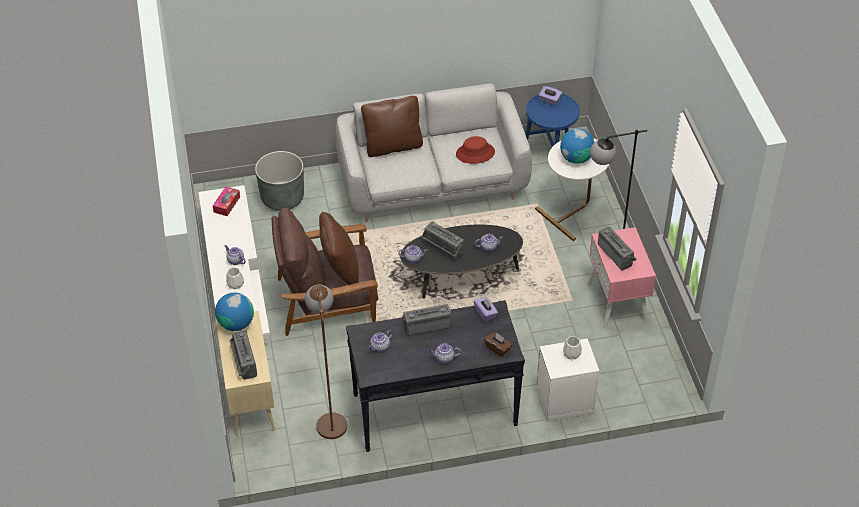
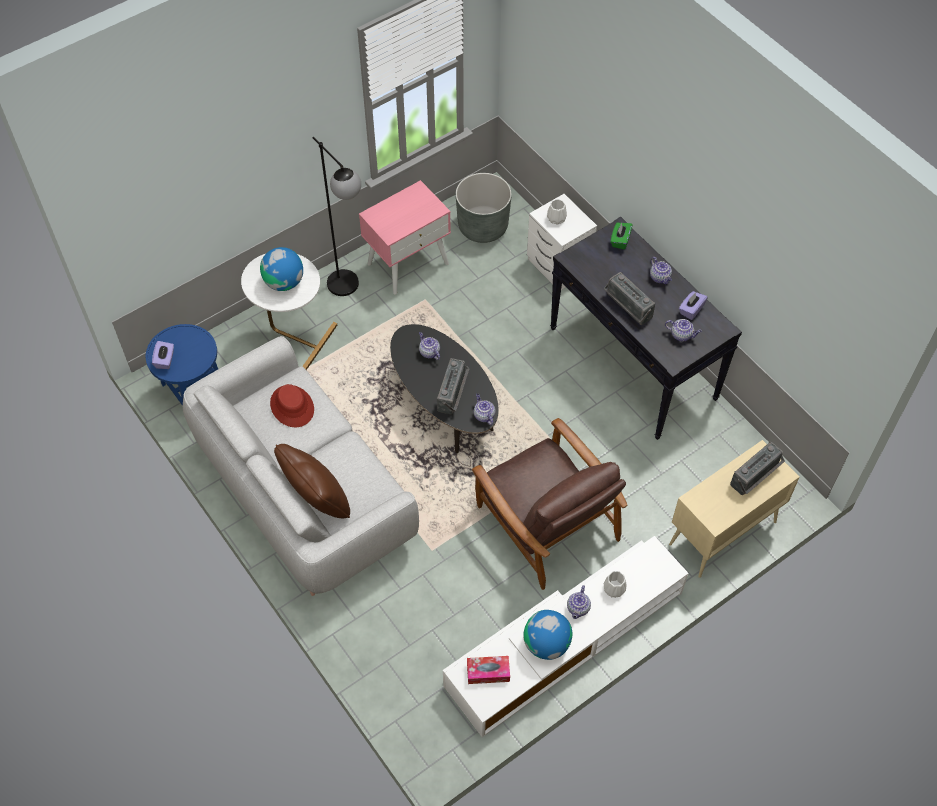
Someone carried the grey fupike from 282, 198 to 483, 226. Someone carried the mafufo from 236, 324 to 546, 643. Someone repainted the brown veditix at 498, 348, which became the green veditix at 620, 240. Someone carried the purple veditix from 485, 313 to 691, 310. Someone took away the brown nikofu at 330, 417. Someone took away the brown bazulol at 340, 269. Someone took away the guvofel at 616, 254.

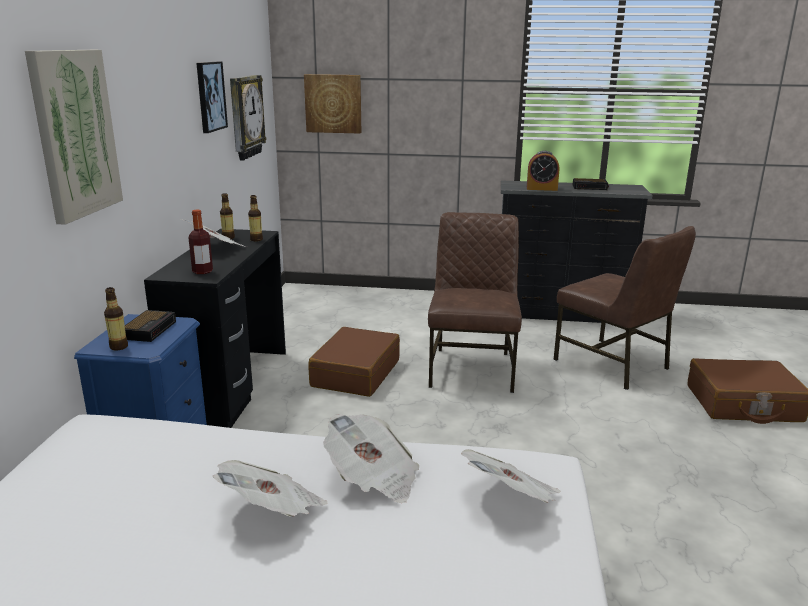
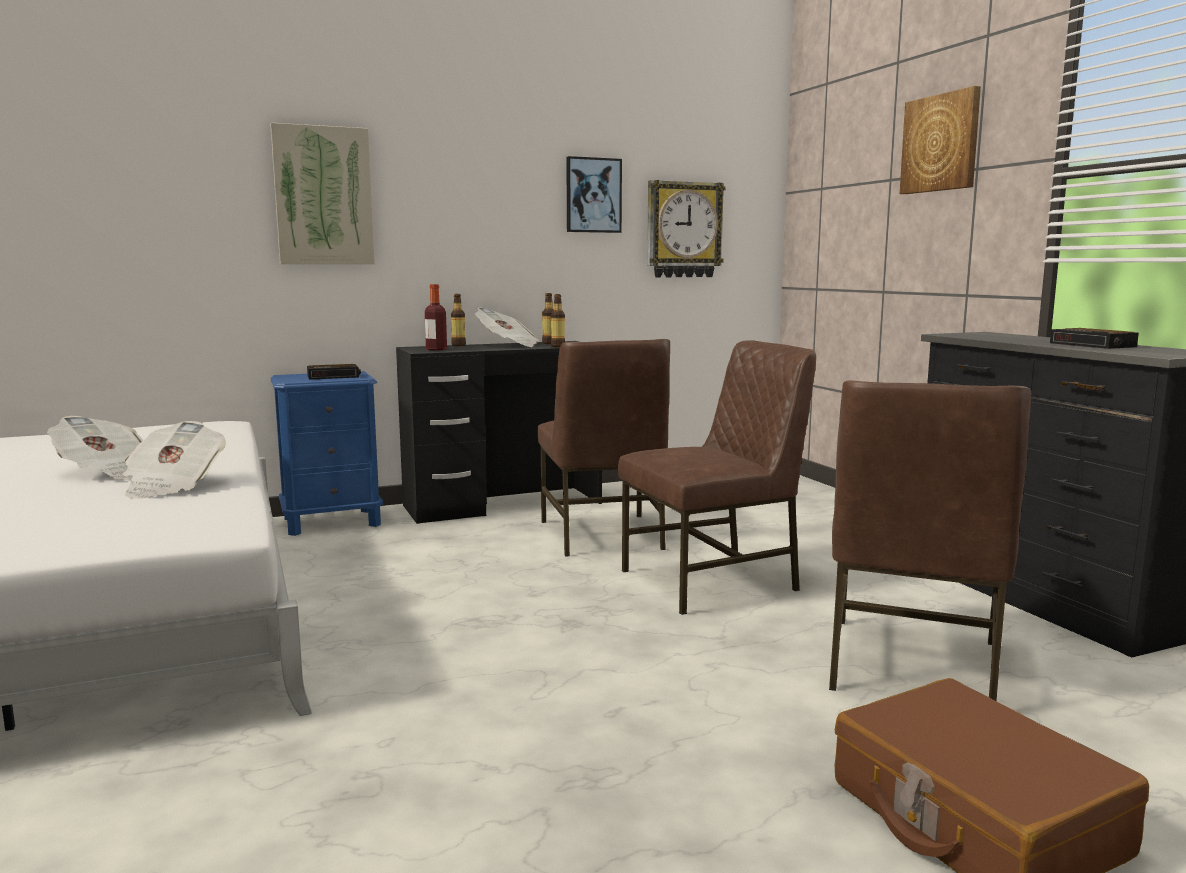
Someone carried the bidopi from 119, 347 to 458, 345. Someone swapped the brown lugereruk at 355, 373 for the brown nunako at 603, 535. Someone carried the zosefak from 333, 103 to 941, 143. Someone took away the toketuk at 511, 498. Someone took away the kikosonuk at 541, 189.

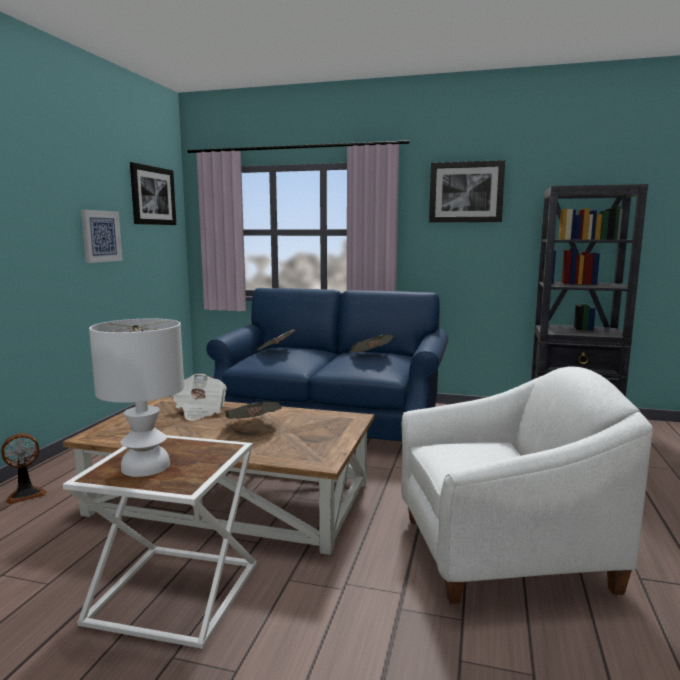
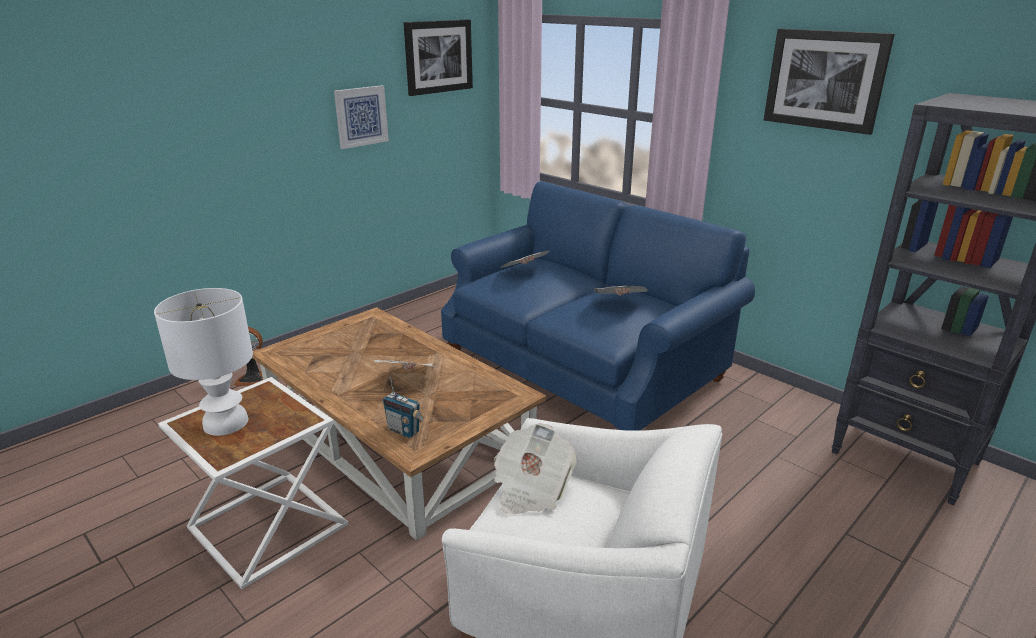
Someone put down the guvofel at 404, 430. Someone carried the toketuk from 200, 411 to 531, 488.

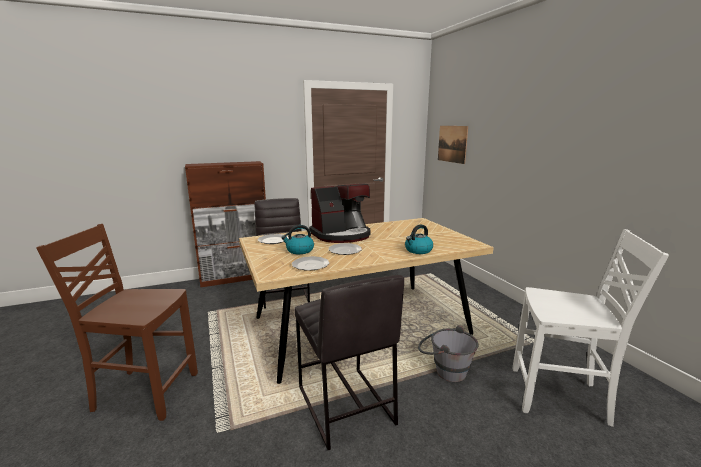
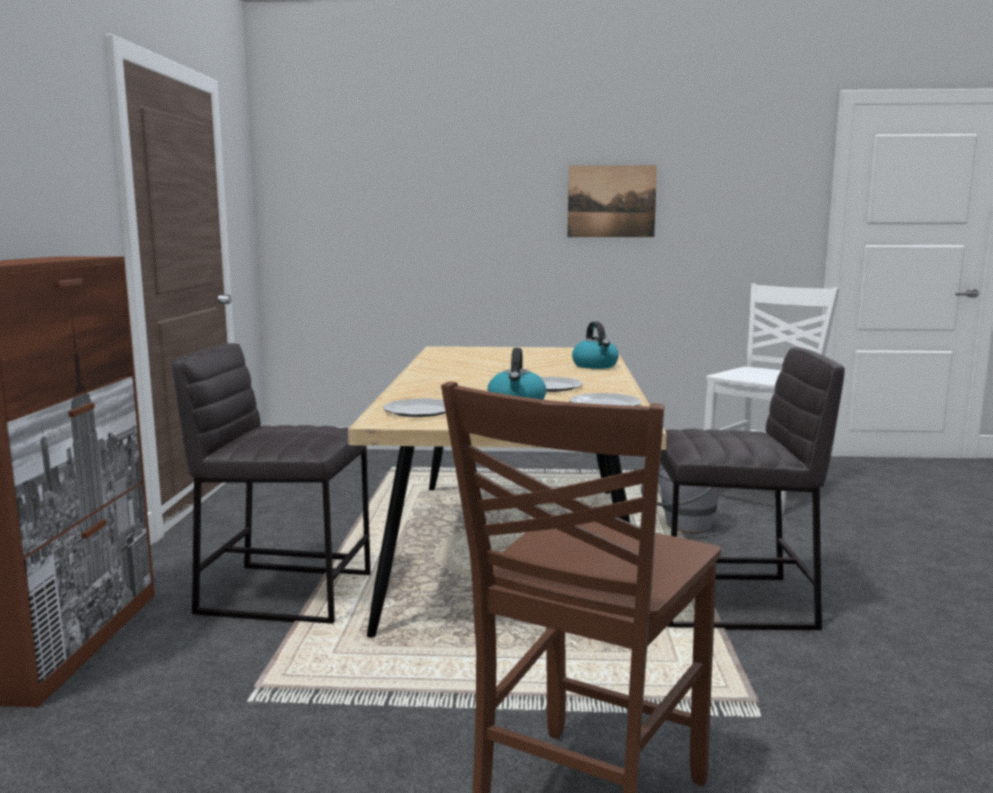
Someone carried the zosefak from 452, 144 to 611, 201. Someone took away the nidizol at 341, 235.

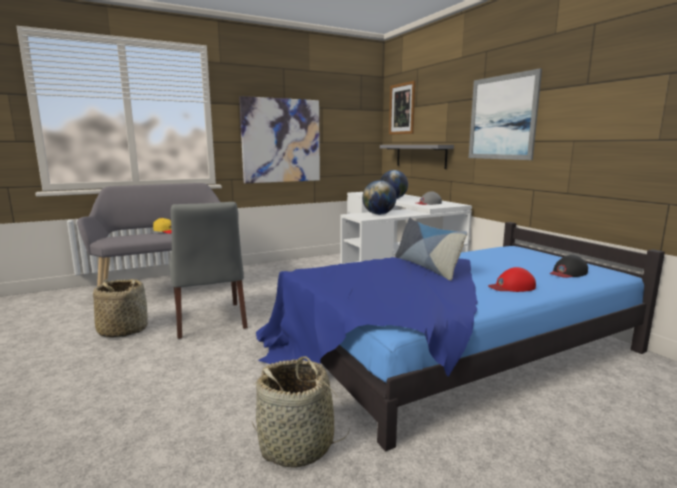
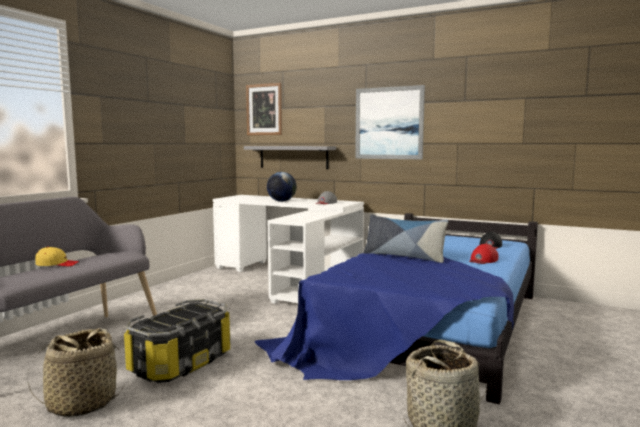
Someone swapped the grey nunako at 210, 321 for the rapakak at 181, 363. Someone took away the zosefak at 281, 141. Someone took away the mafufo at 379, 214.

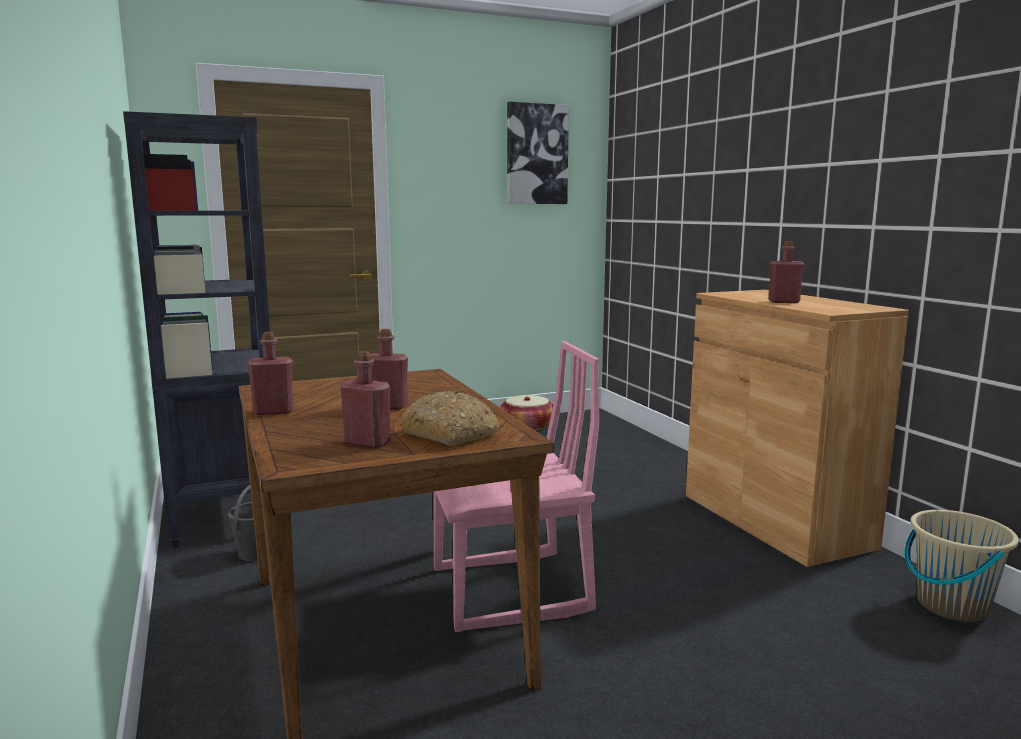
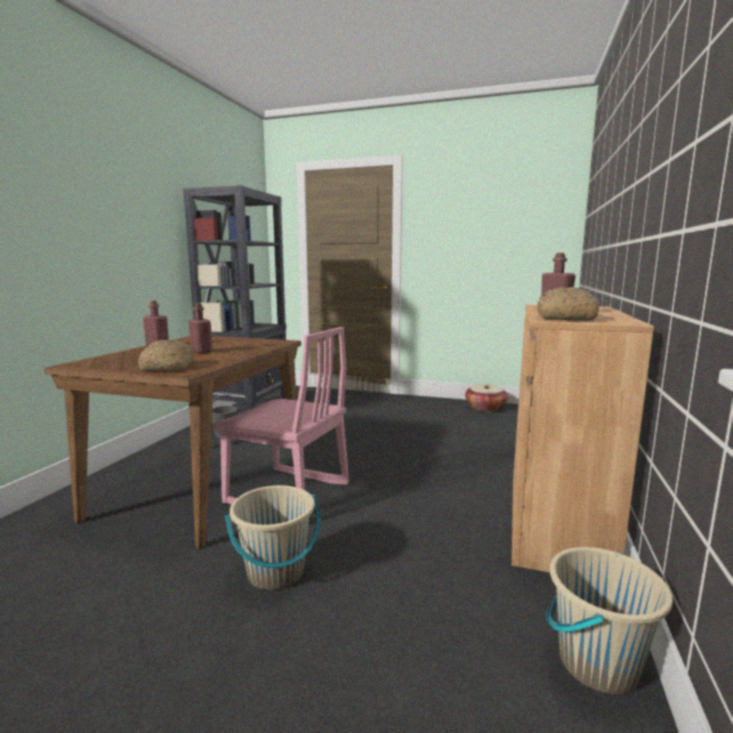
Someone put down the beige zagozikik at 276, 573. Someone put down the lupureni at 564, 318. Someone took away the red bidopi at 367, 443. Someone took away the zosefak at 536, 154.

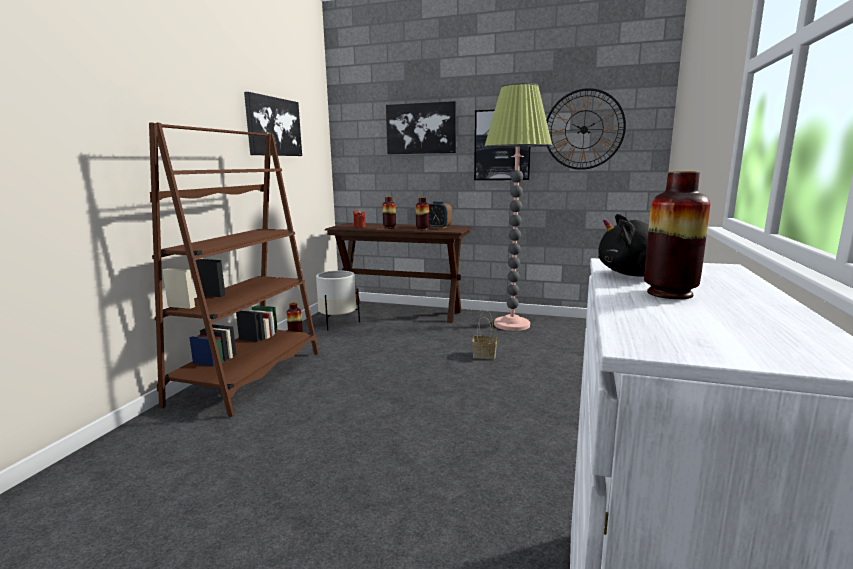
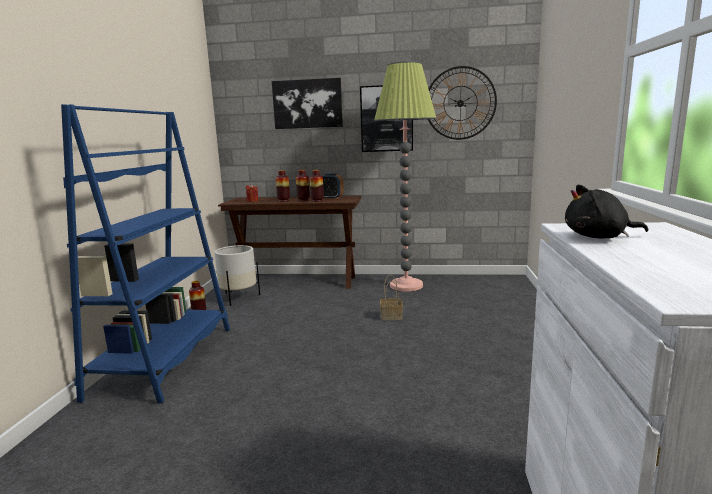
Someone repainted the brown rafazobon at 249, 377, which became the blue rafazobon at 165, 361. Someone carried the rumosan from 669, 293 to 303, 200. Someone took away the zosefak at 273, 127.

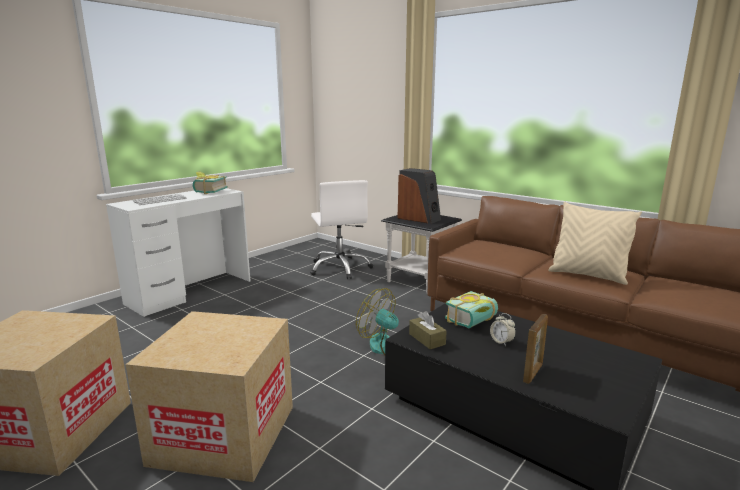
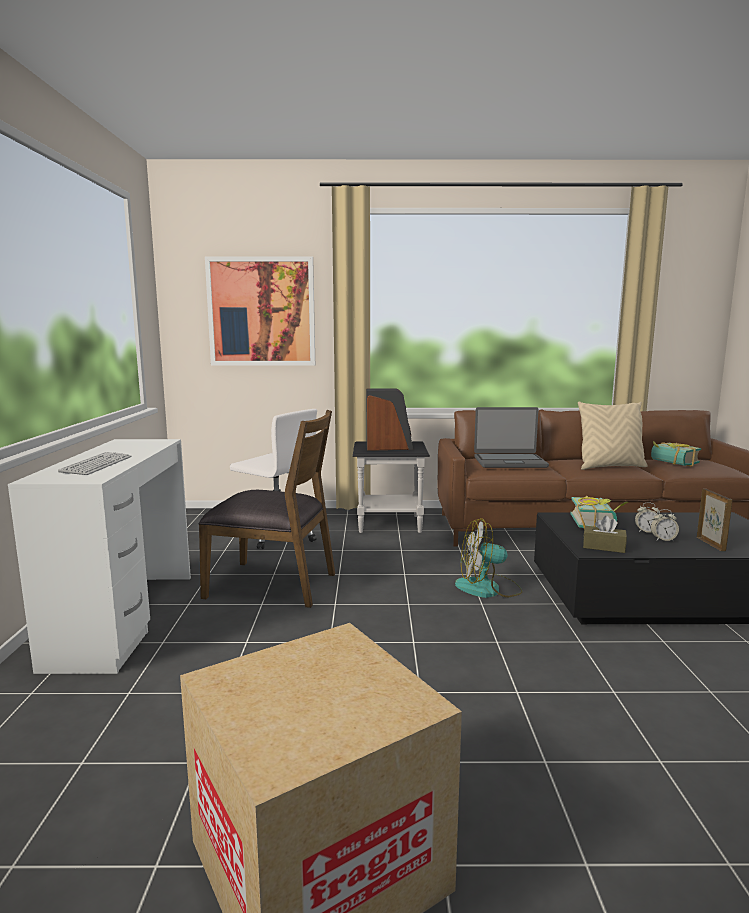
Someone put down the brown nunako at 273, 584. Someone put up the zosefak at 261, 312. Someone put down the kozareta at 509, 462. Someone carried the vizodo from 208, 191 to 671, 464. Someone put down the kikosonuk at 663, 539. Someone took away the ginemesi at 224, 434.

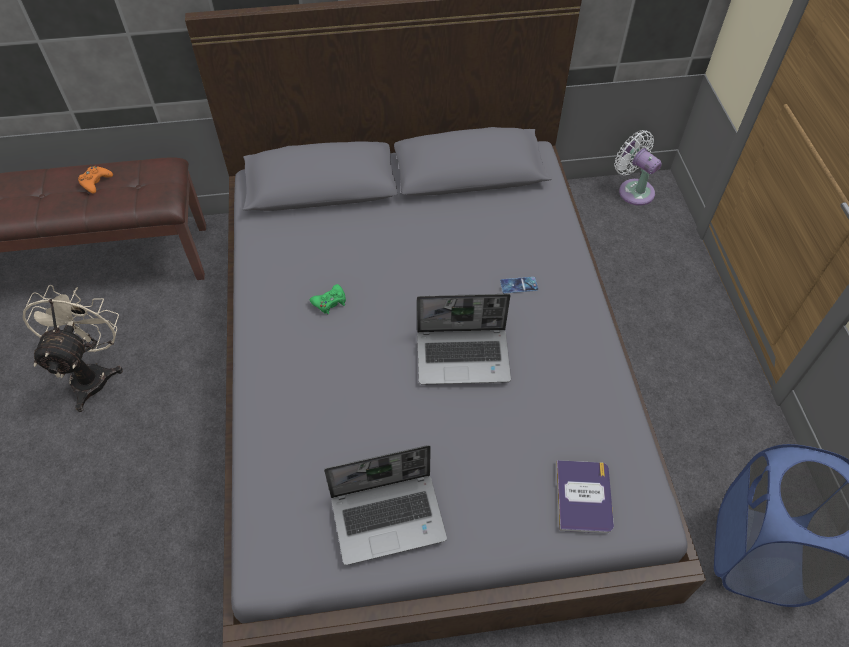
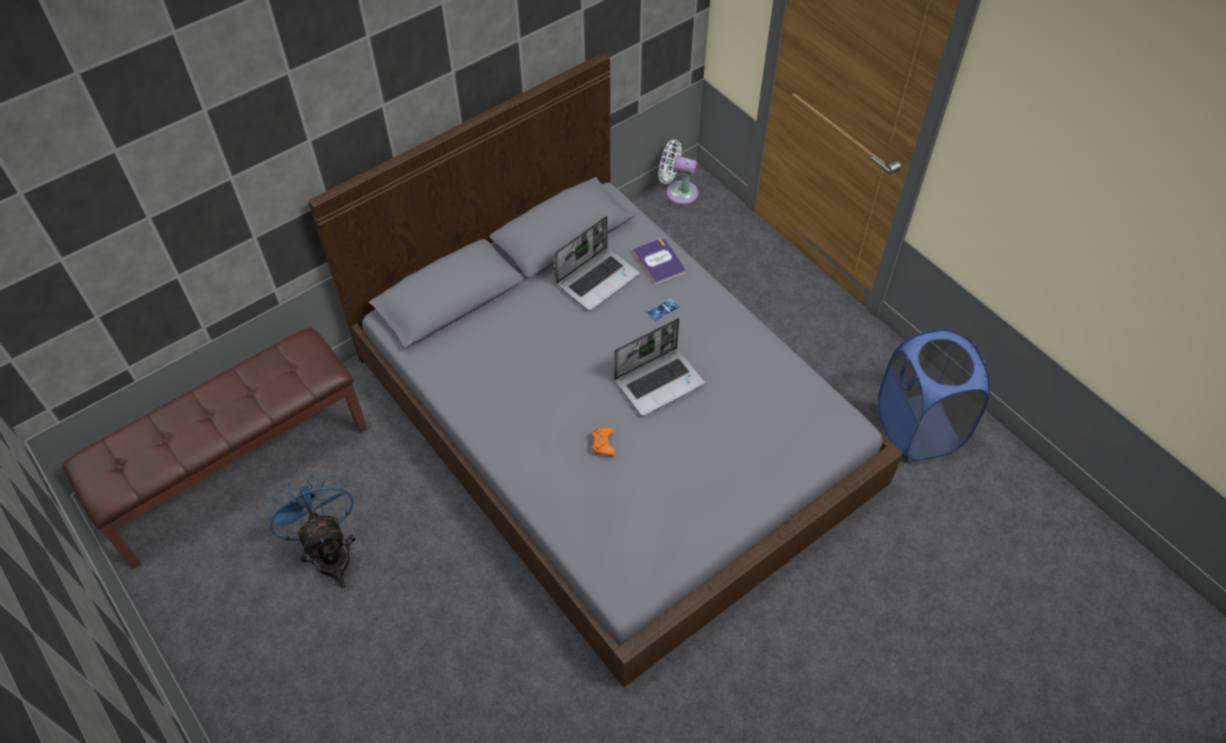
Someone repainted the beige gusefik at 93, 373, which became the blue gusefik at 330, 552. Someone carried the kozareta from 389, 517 to 598, 279. Someone carried the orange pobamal from 96, 182 to 603, 444. Someone carried the vizodo from 584, 497 to 659, 261. Someone took away the green pobamal at 330, 302.

